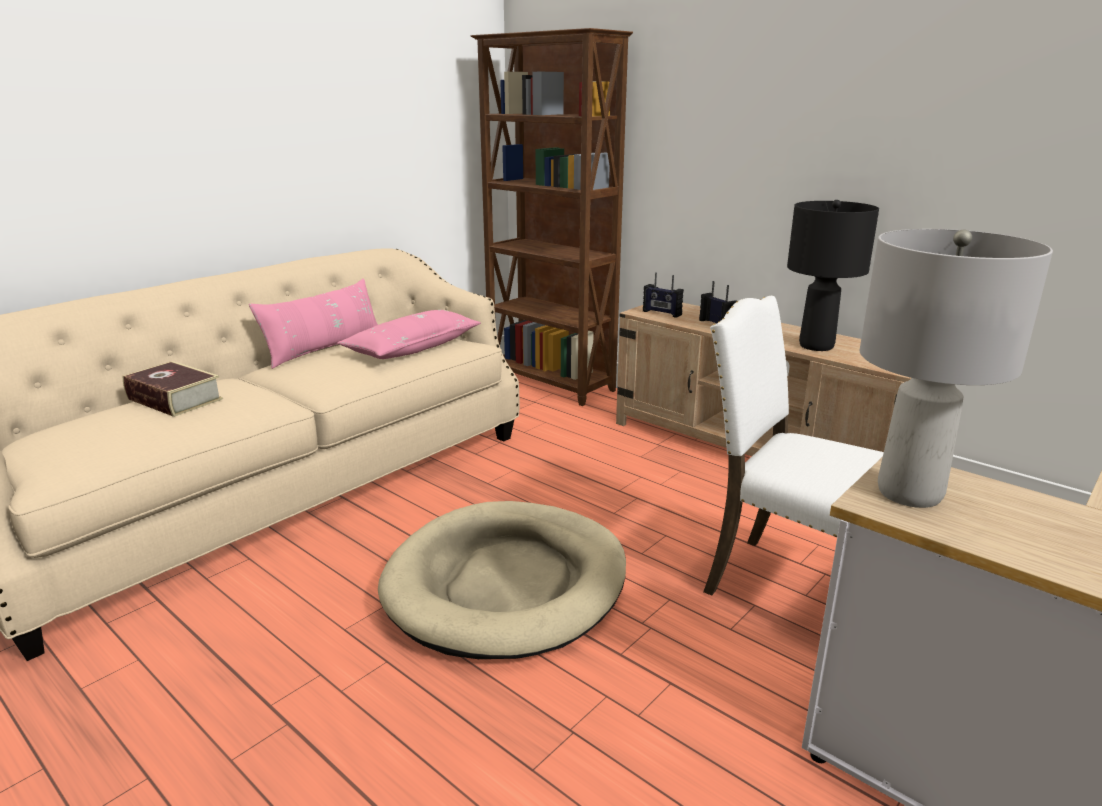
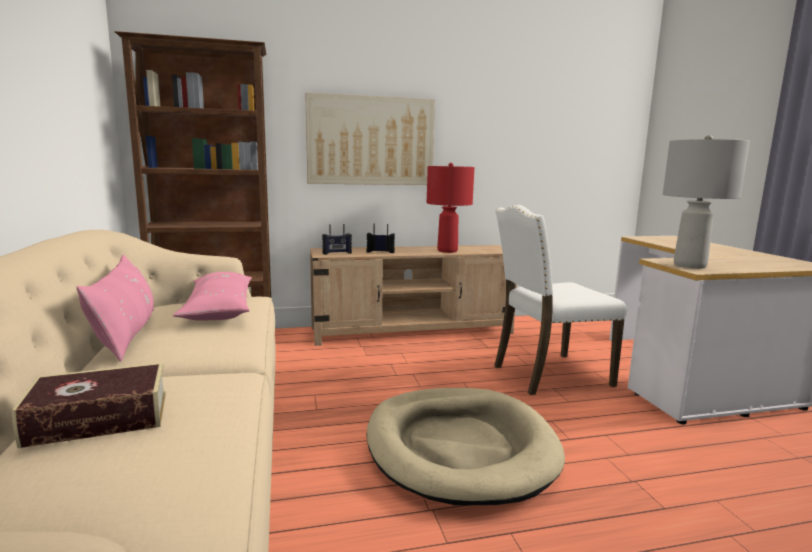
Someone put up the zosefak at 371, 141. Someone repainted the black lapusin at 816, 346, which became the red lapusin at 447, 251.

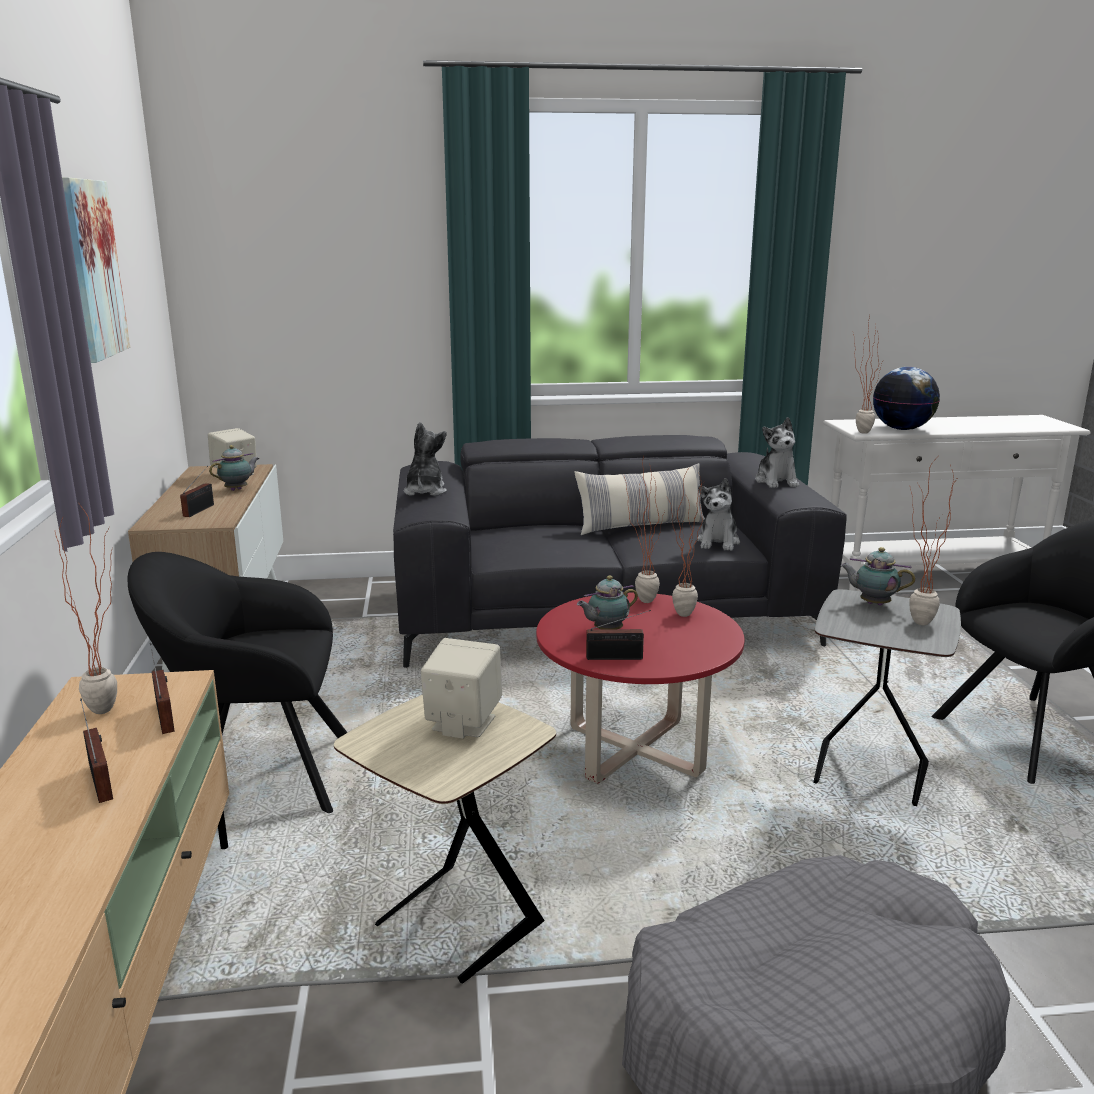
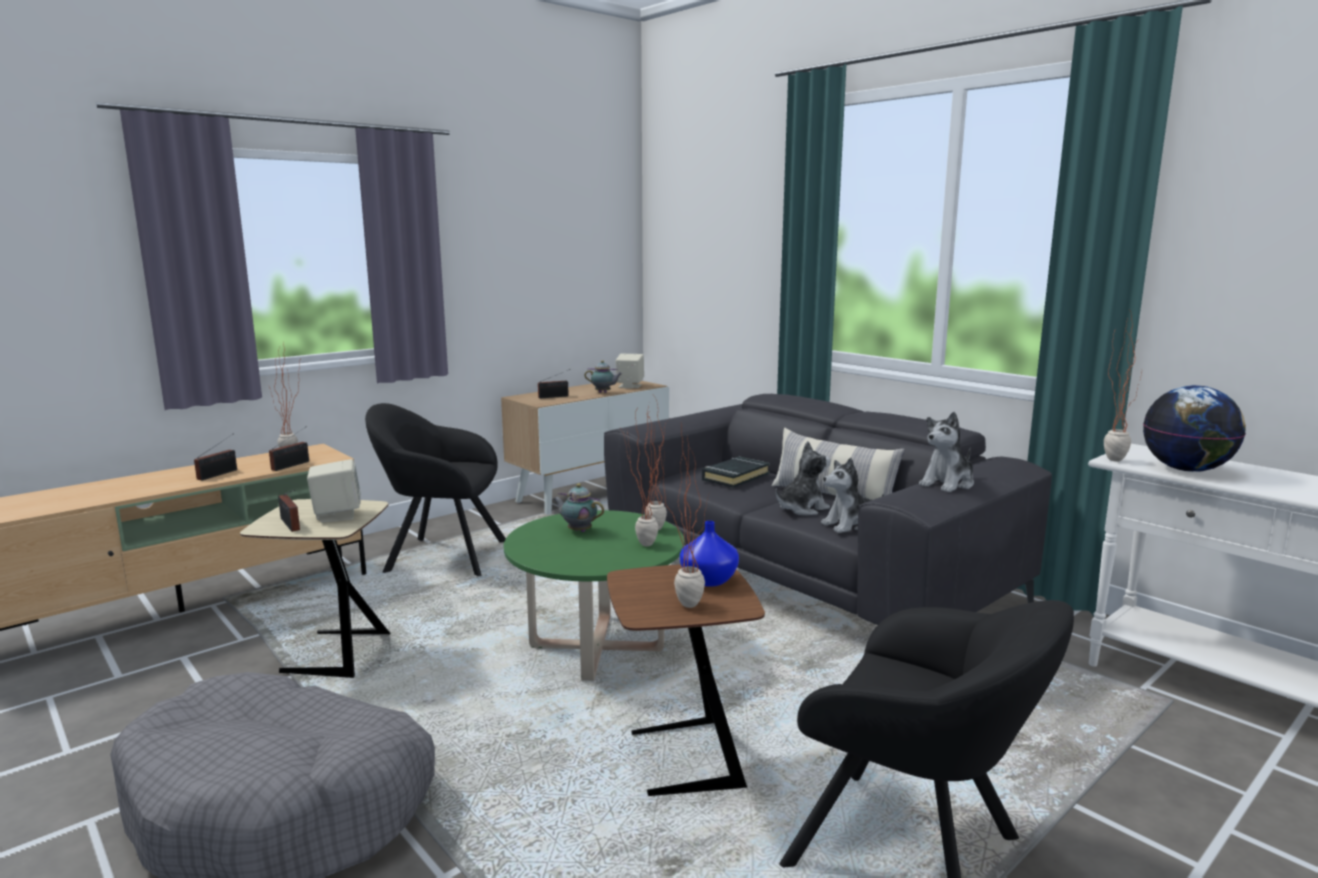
Someone carried the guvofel from 617, 658 to 290, 525. Someone rotated the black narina at 256, 776 by 45 degrees counterclockwise. Someone repainted the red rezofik at 635, 751, which became the green rezofik at 597, 648. Someone repainted the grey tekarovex at 870, 775, which became the brown tekarovex at 682, 760. Someone swapped the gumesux at 872, 604 for the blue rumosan at 710, 580. Someone put down the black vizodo at 735, 477. Someone carried the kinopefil from 425, 491 to 801, 509. Someone took away the zosefak at 91, 269.

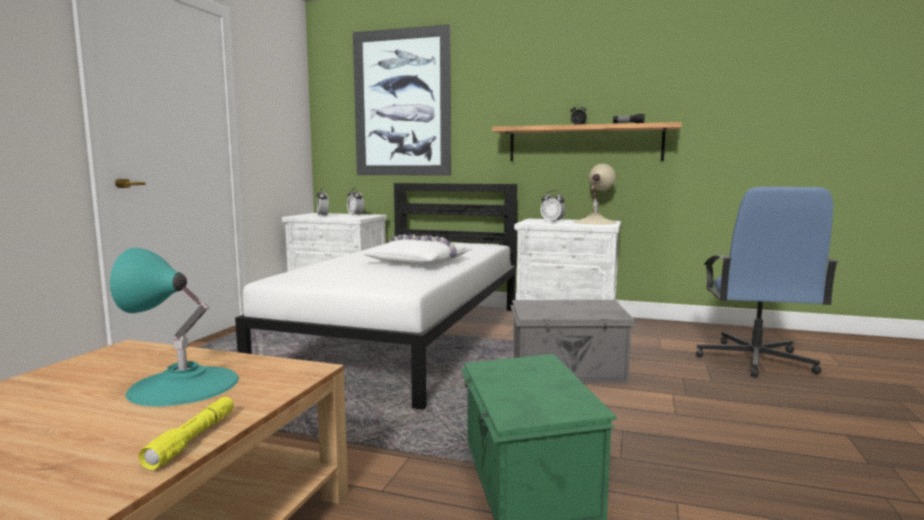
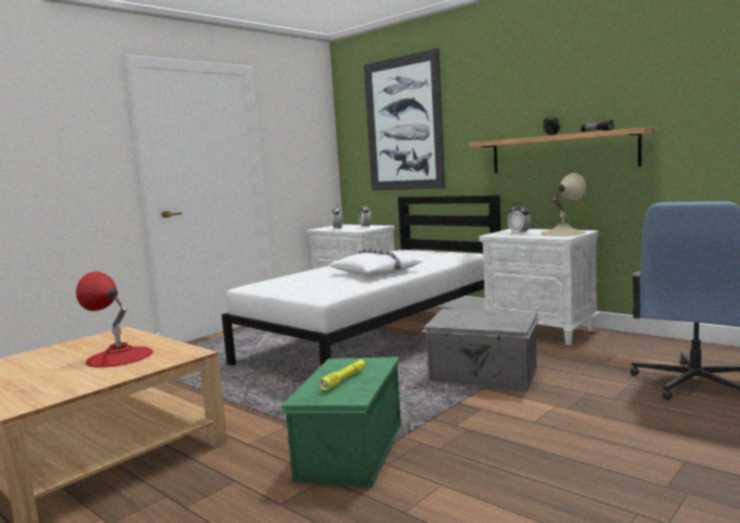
Someone repainted the turquoise lapusin at 183, 385, which became the red lapusin at 119, 357. Someone carried the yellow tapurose from 193, 439 to 344, 379.

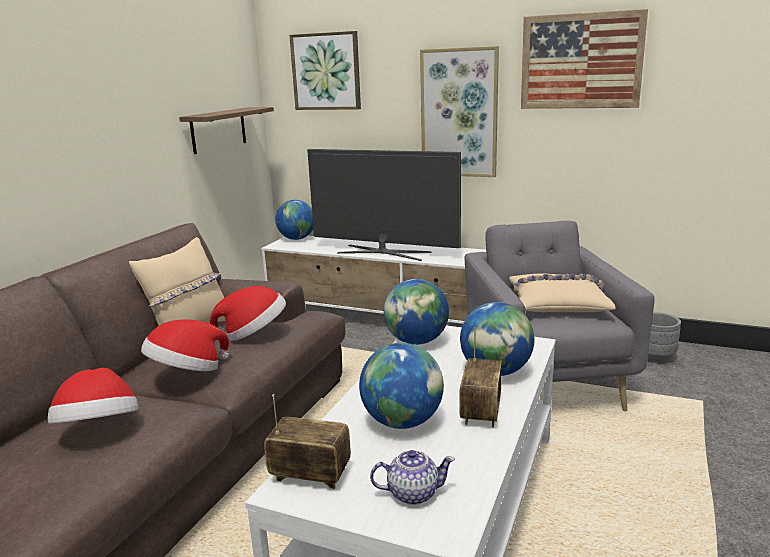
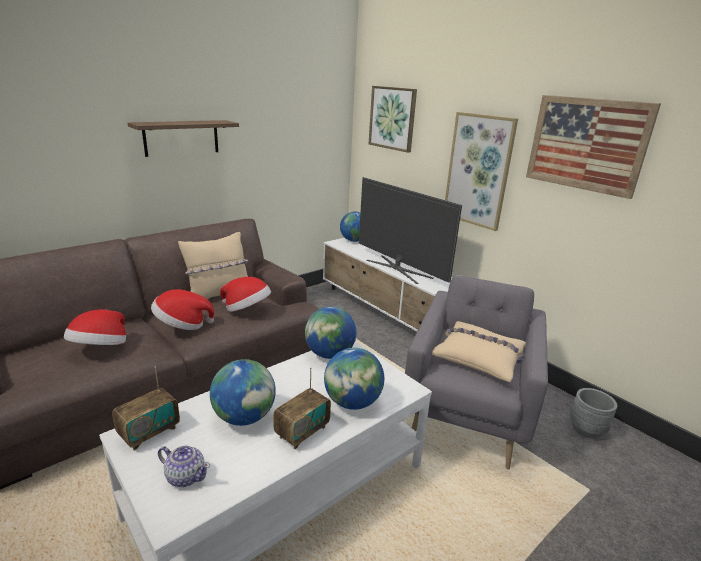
Someone rotated the guvofel at 310, 475 by 90 degrees clockwise. Someone carried the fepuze from 218, 130 to 181, 138.

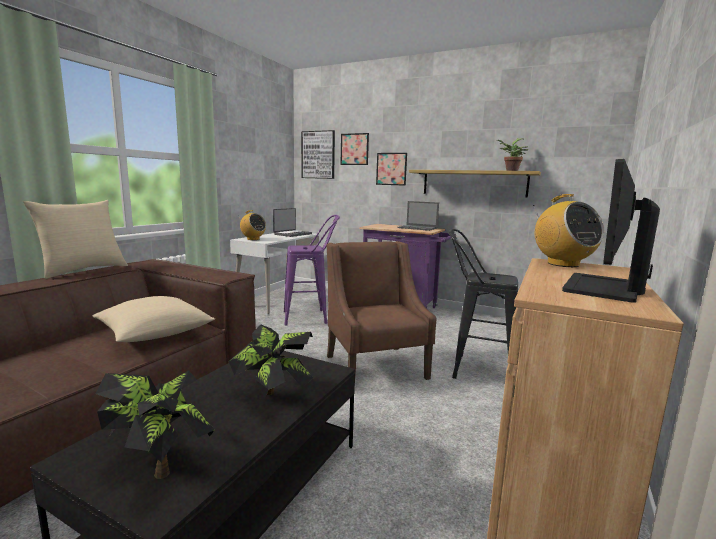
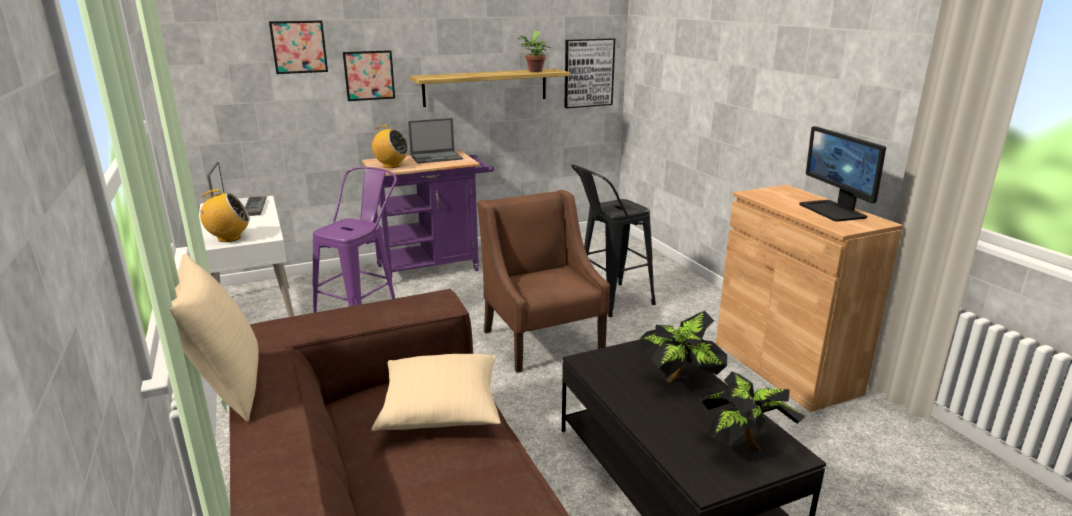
Someone carried the guvofel from 562, 264 to 391, 166. Someone rotated the brown narina at 375, 366 by 45 degrees clockwise. Someone carried the zosefak from 318, 155 to 588, 73.

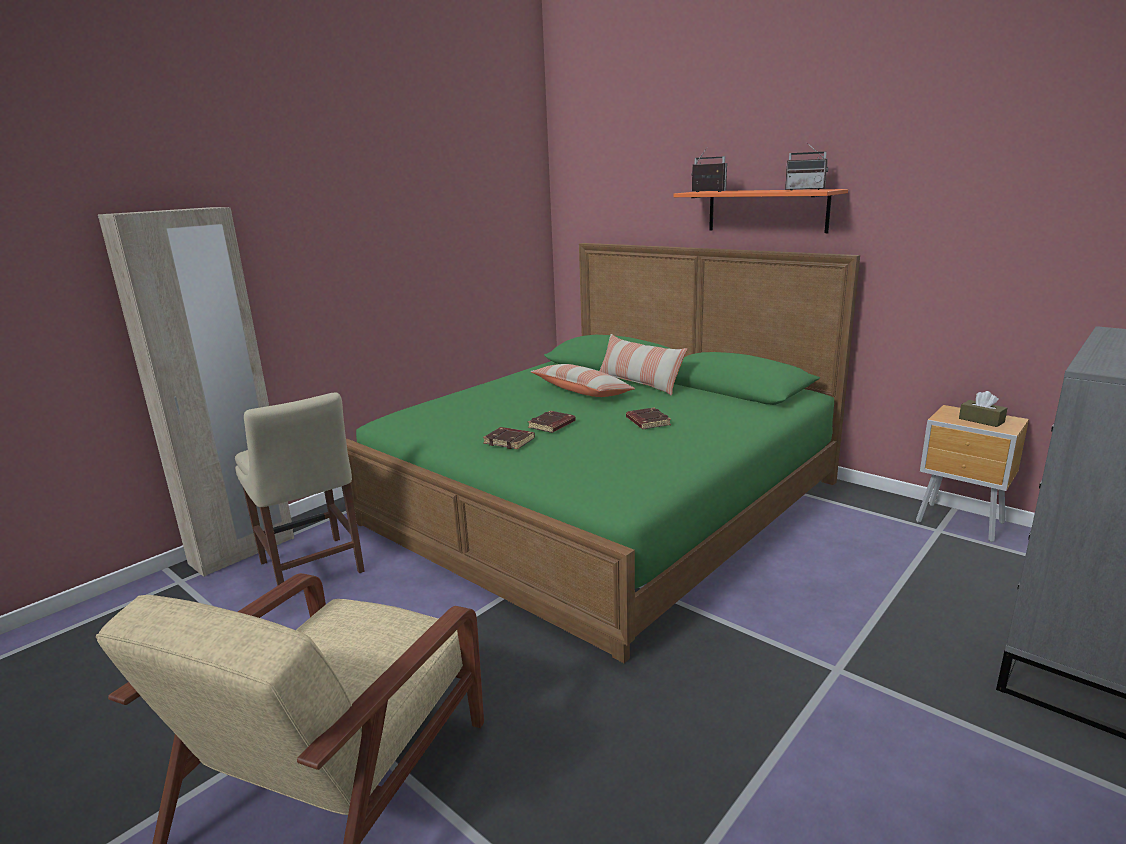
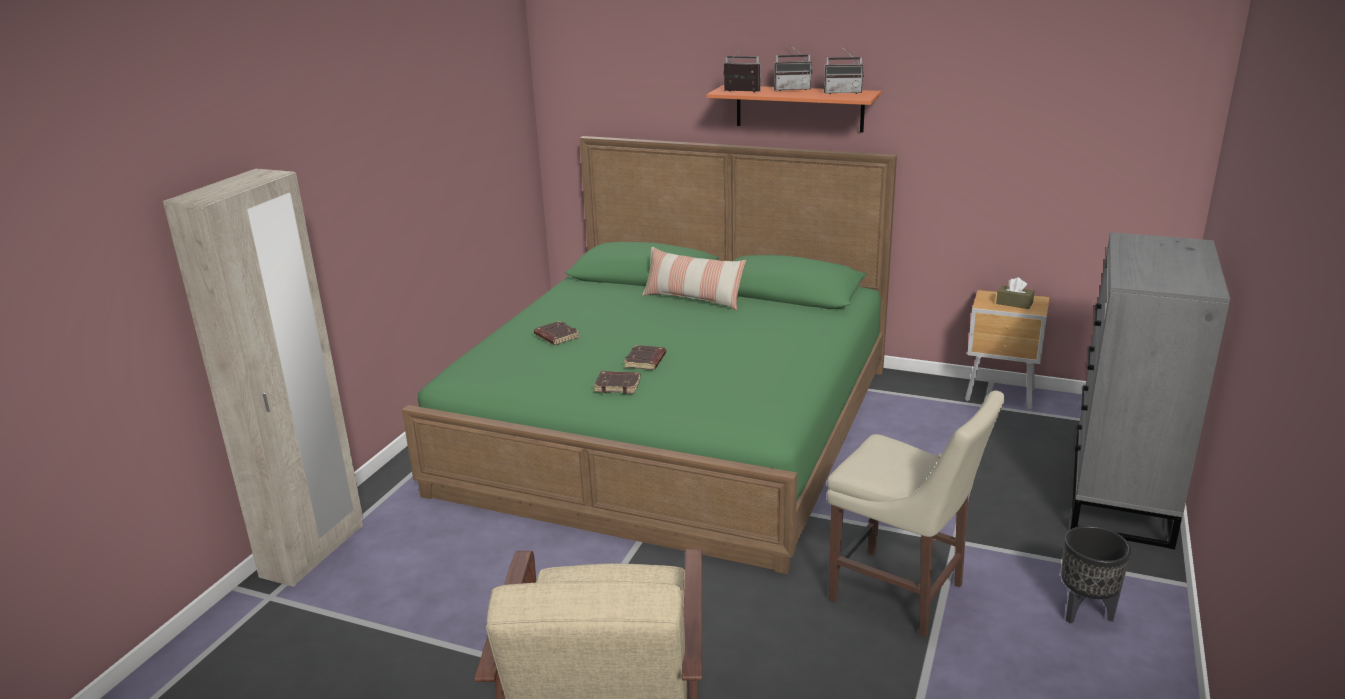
Someone carried the brown vizodo from 647, 422 to 556, 337. Someone put down the guvofel at 792, 89. Someone carried the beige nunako from 312, 569 to 902, 594. Someone put down the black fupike at 1086, 612. Someone took away the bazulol at 582, 391.

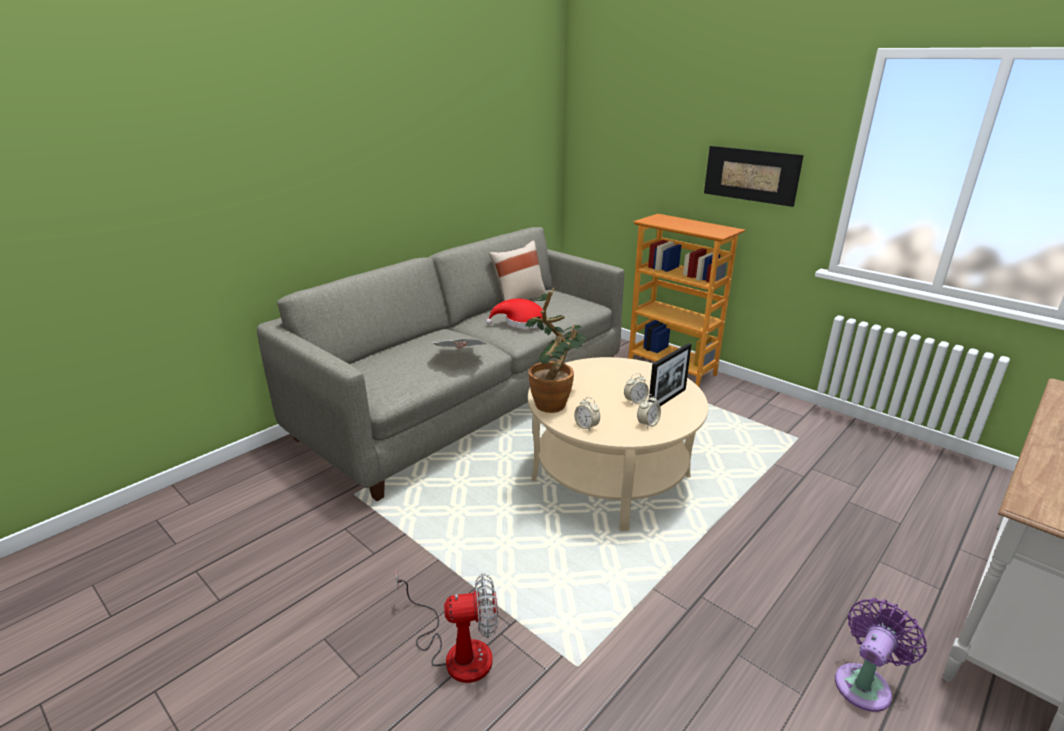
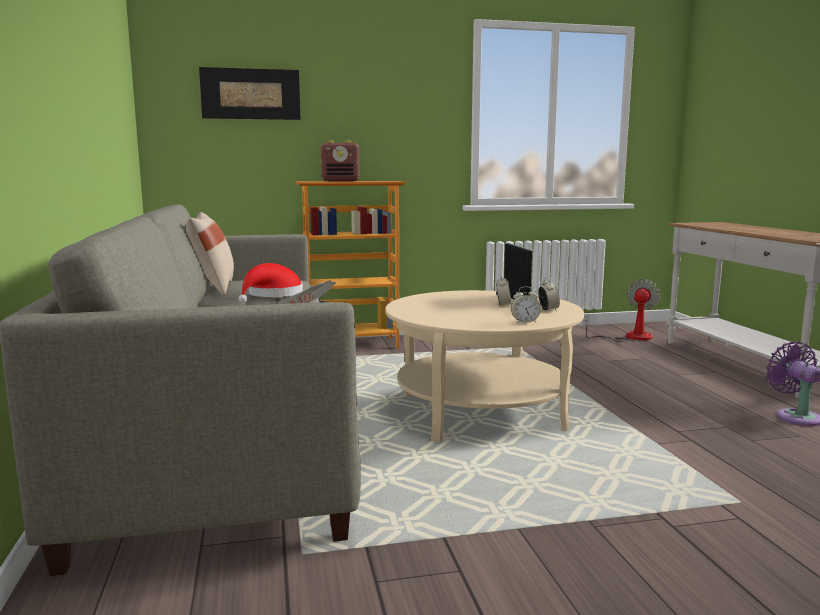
Someone carried the zosefak from 751, 175 to 250, 94. Someone put down the guvofel at 341, 181. Someone carried the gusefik from 457, 650 to 629, 337. Someone took away the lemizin at 556, 402.

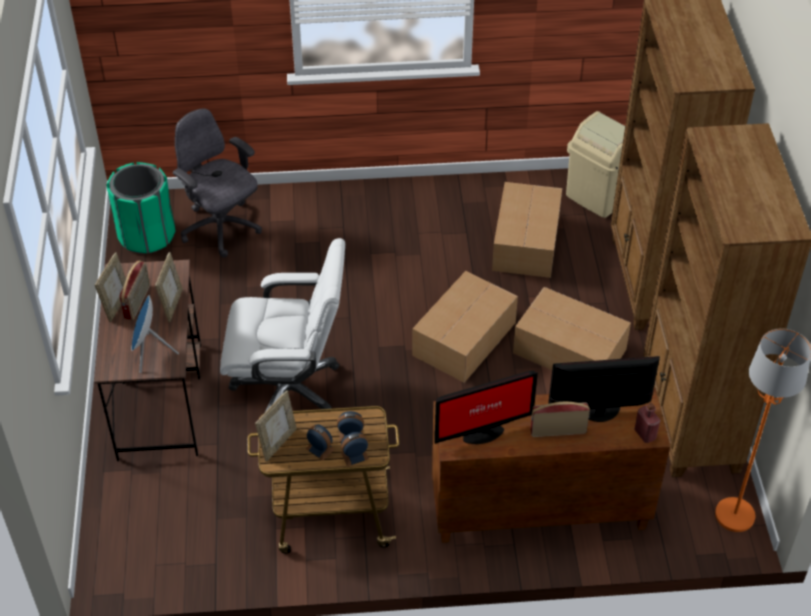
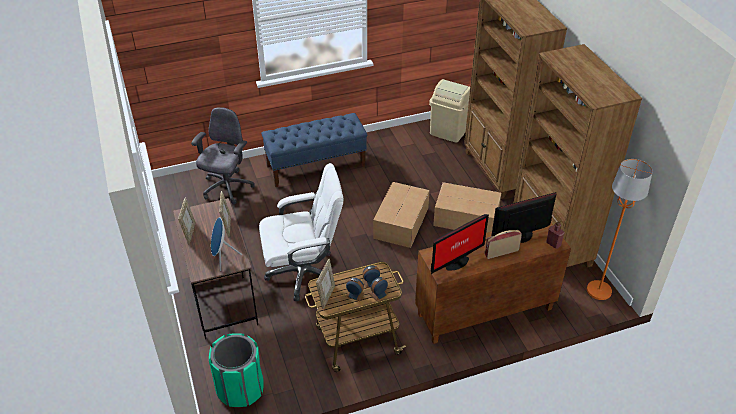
Someone rotated the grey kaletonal at 221, 229 by 75 degrees clockwise. Someone carried the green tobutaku from 146, 235 to 240, 389. Someone put down the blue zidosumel at 316, 166. Someone took away the guvofel at 138, 302. Someone took away the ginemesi at 525, 243.

